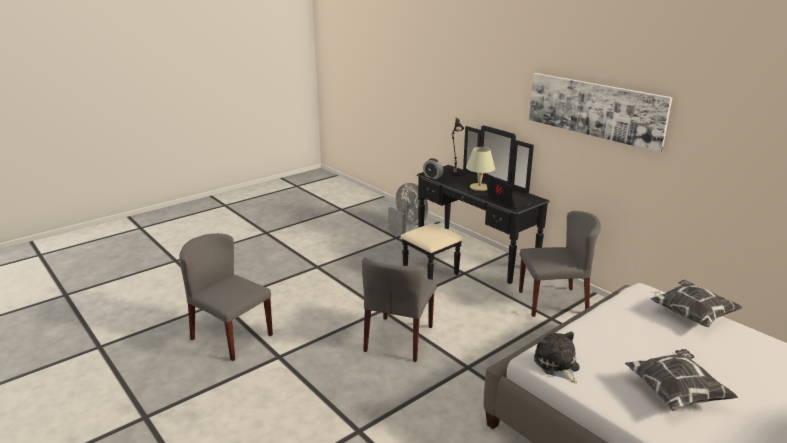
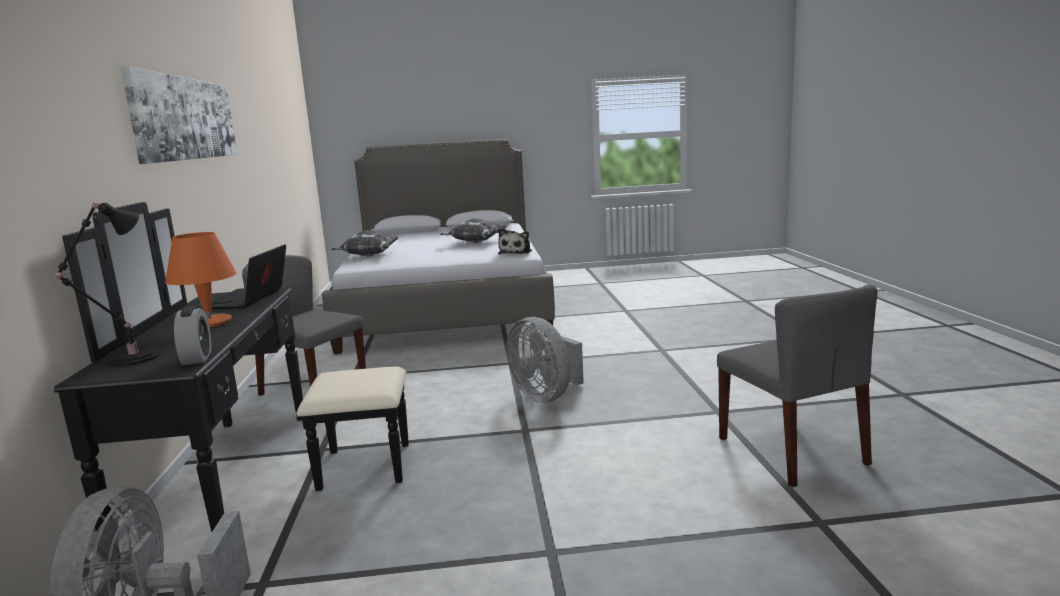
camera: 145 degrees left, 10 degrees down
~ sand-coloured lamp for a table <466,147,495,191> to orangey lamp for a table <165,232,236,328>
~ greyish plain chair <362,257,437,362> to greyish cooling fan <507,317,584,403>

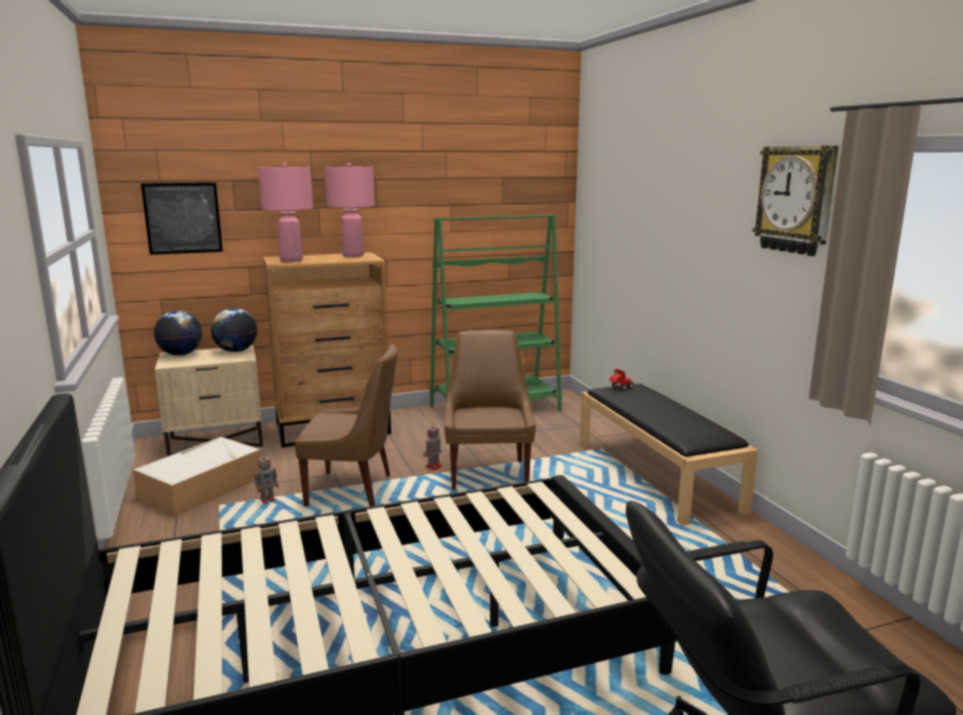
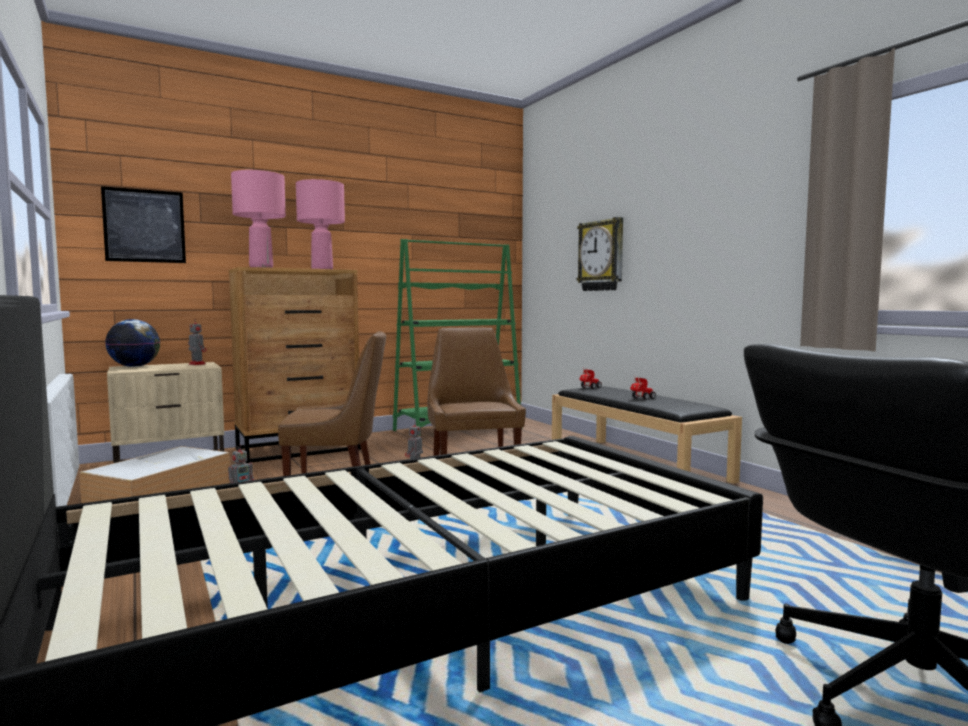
camera: 10 degrees left, 10 degrees down
~ world globe <211,308,257,352> to toy robot <188,319,207,365>
~ clock on the wall <752,146,839,256> to <576,217,623,291>
+ toy car <630,377,656,400>

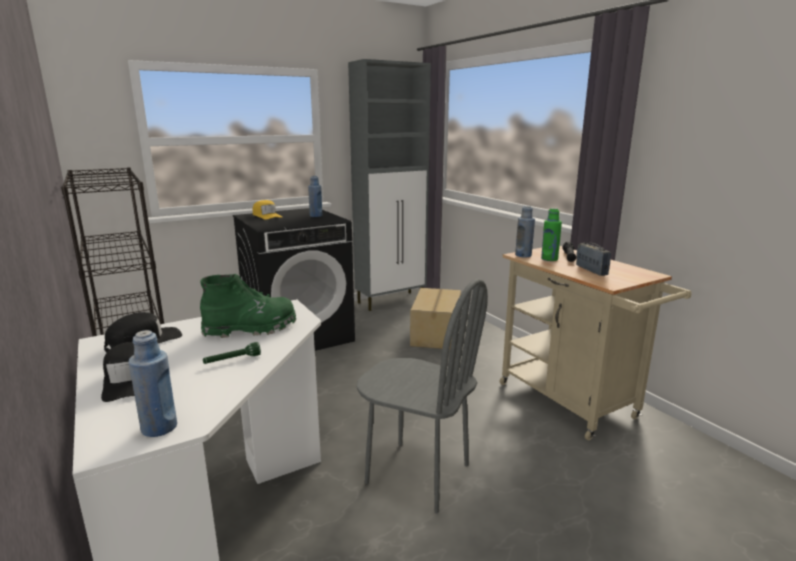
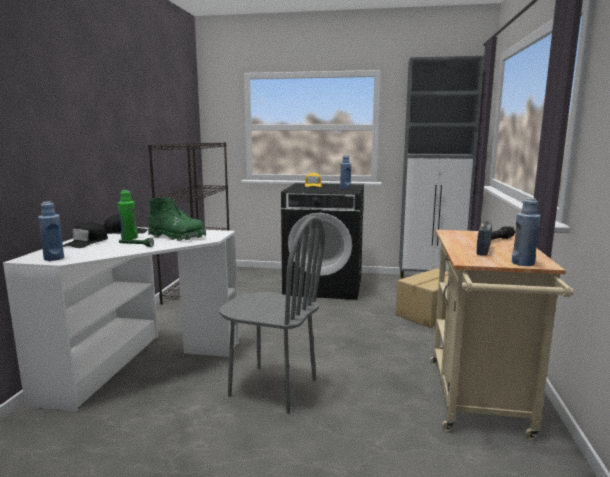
camera: 40 degrees right, 5 degrees down
~ green beverage bottle <541,208,562,261> to <118,190,138,240>
~ greyish plain chair <356,279,488,514> = <220,216,325,414> 45 degrees counterclockwise
~ blue-coloured beverage bottle <515,206,535,257> to <512,198,541,266>

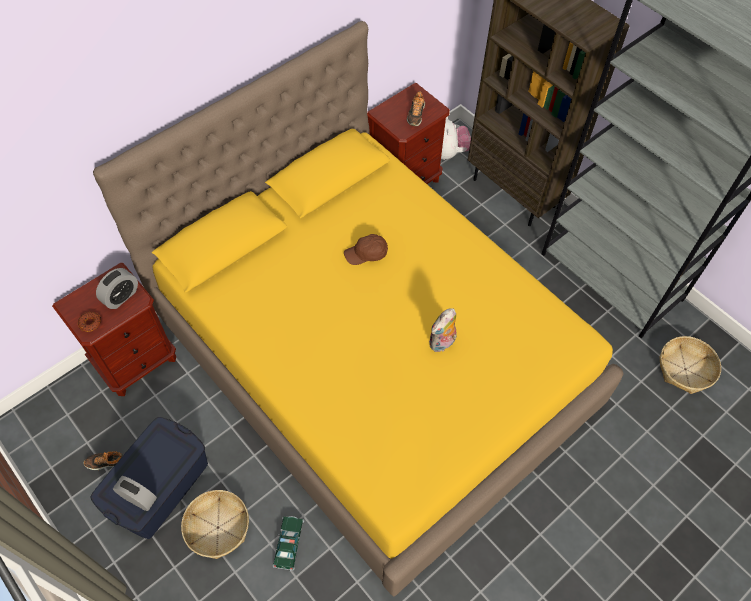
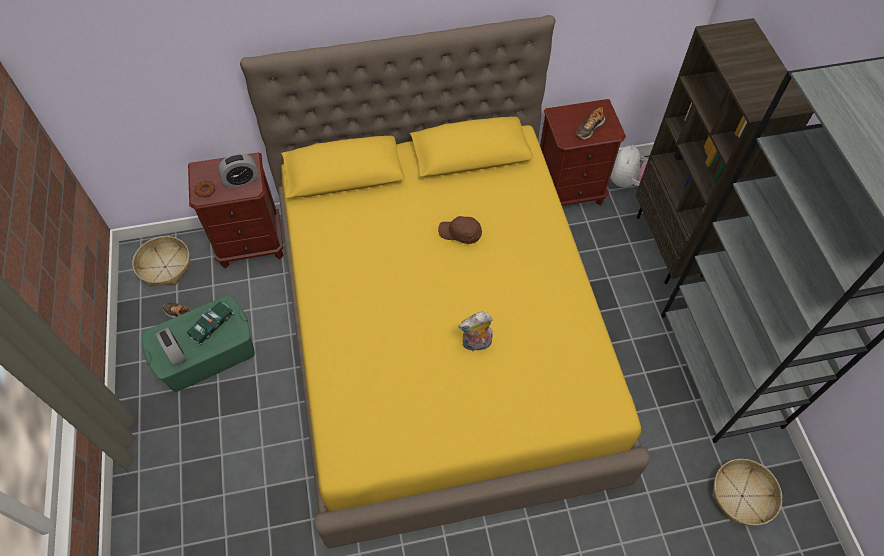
camera: 30 degrees right, 0 degrees up
~ basket <181,490,249,559> to <132,236,191,286>
~ blue-coloured storage box <90,417,208,539> to green storage box <142,295,255,392>
~ toy car <273,516,304,571> to <186,301,234,345>

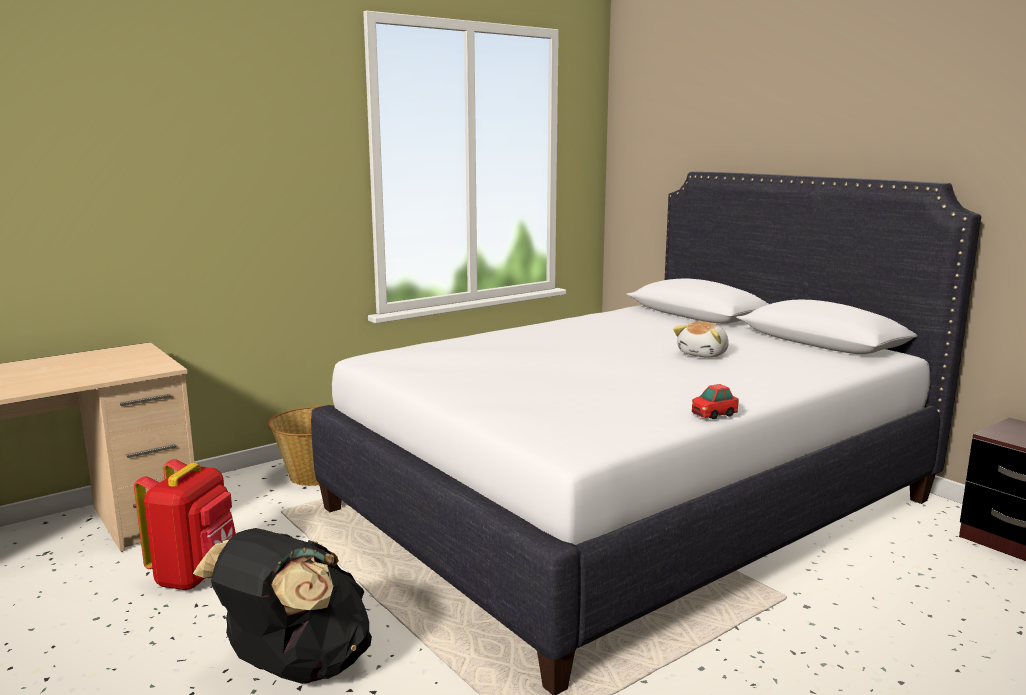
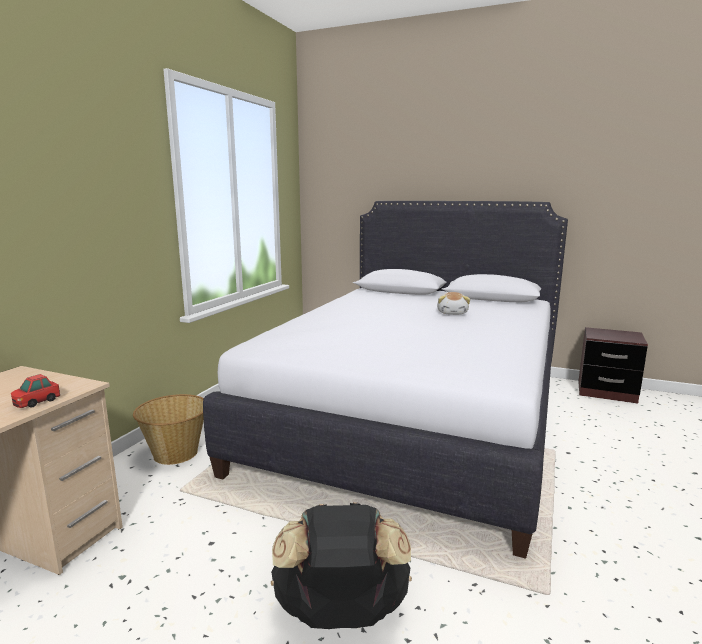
camera: 30 degrees left, 0 degrees up
~ toy car <692,384,739,419> to <11,374,60,408>
- reddish knapsack <134,459,236,590>

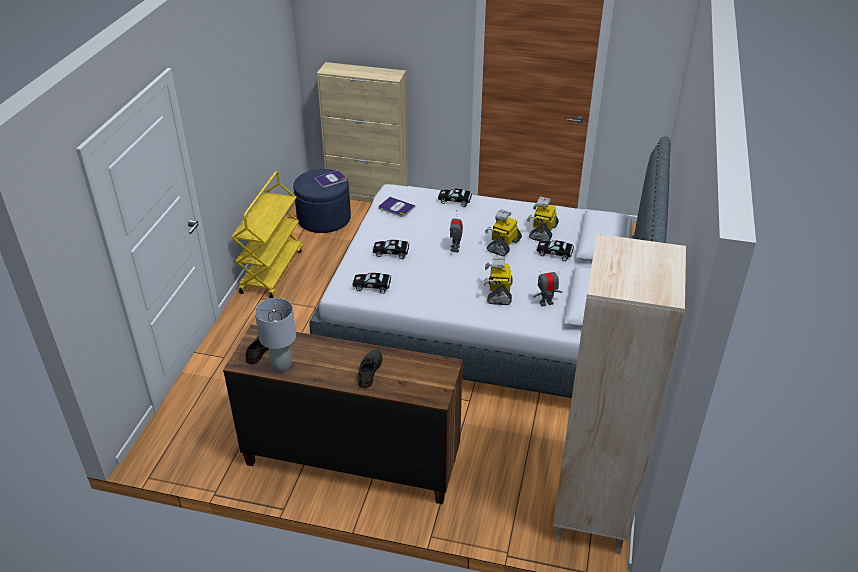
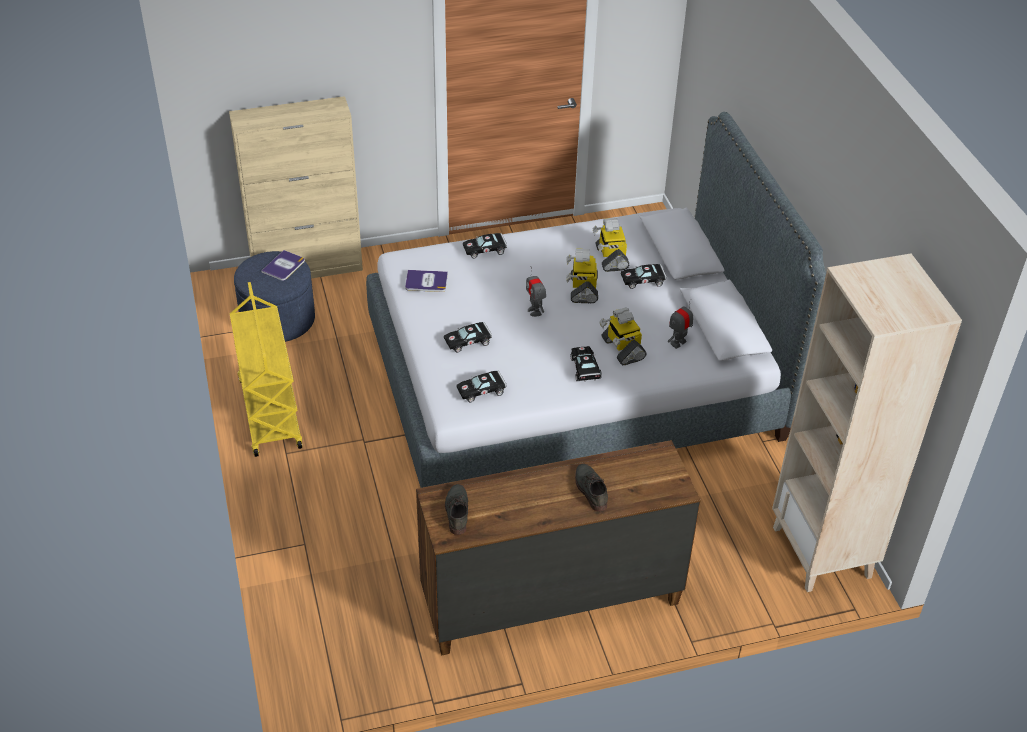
camera: 30 degrees left, 5 degrees up
+ blackish toy car <571,346,602,382>
- greyish lamp for a table <255,298,296,373>

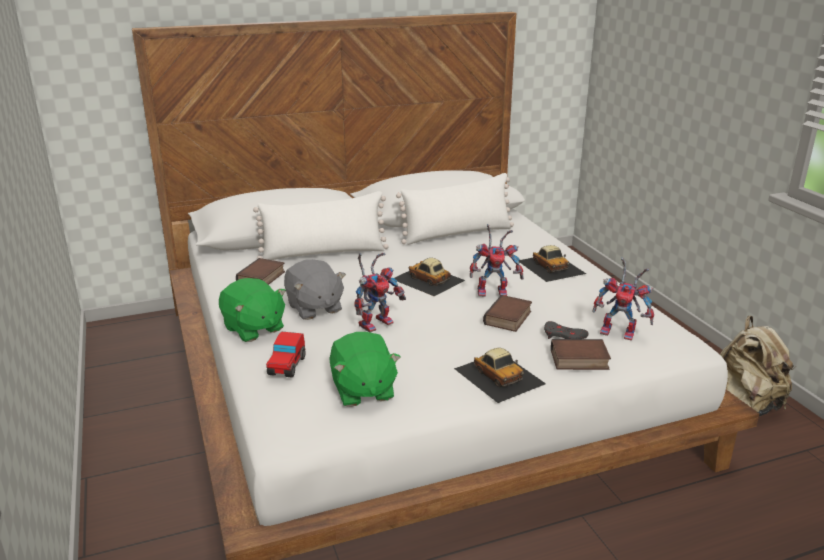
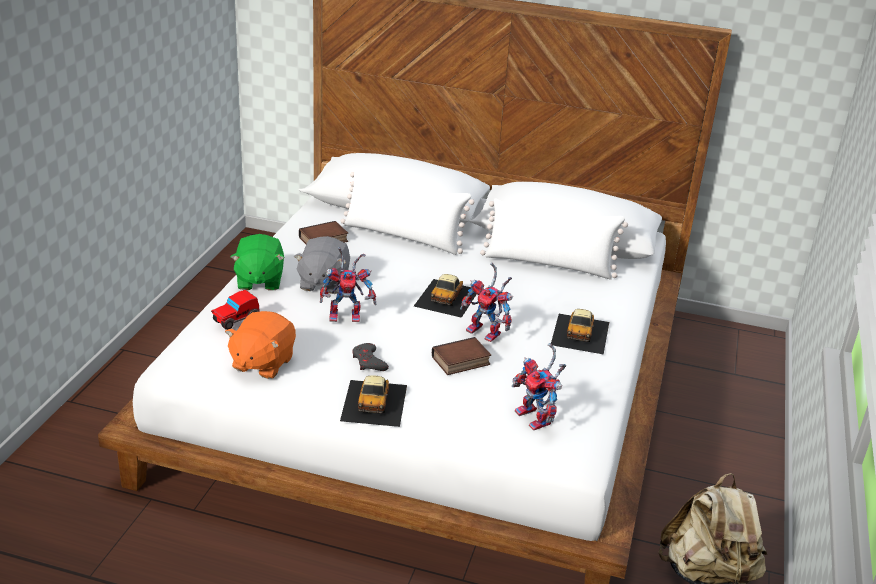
camera: 35 degrees right, 5 degrees up
~ green plush toy <329,332,401,407> to orangey plush toy <225,311,296,379>
~ greyish gamepad <544,321,589,339> to <352,343,389,371>
~ toy car <394,258,465,296> = <414,274,477,318> 150 degrees counterclockwise
- book <551,339,611,370>

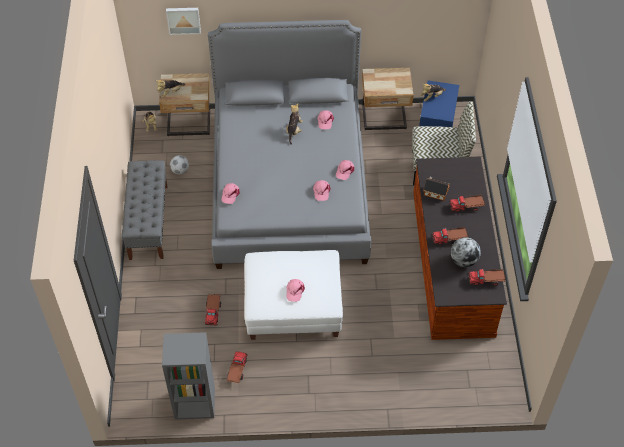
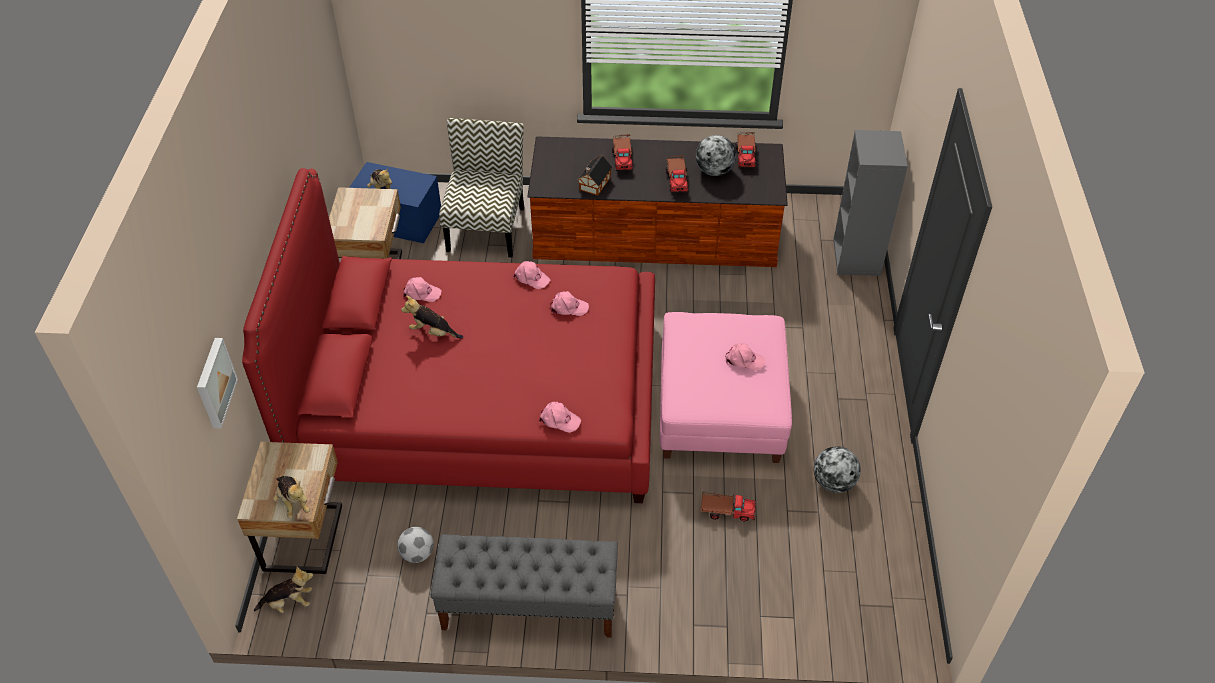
camera: 85 degrees left, 5 degrees down
~ greyish bedroom bed <208,20,371,269> to reddish bedroom bed <242,168,655,503>
~ whitish ottoman <244,250,343,340> to pink-coloured ottoman <660,312,792,463>
~ toy lorry <226,351,248,383> to world globe <814,447,861,493>
~ greyish shelving unit <162,332,215,420> to <833,130,908,276>

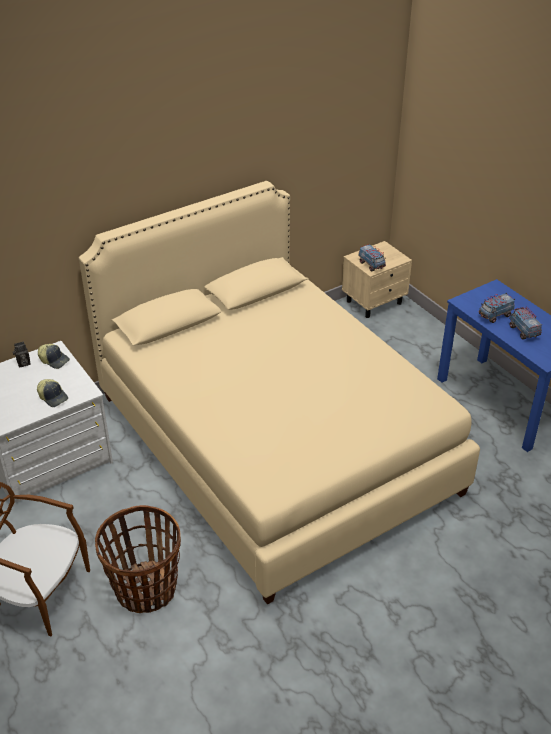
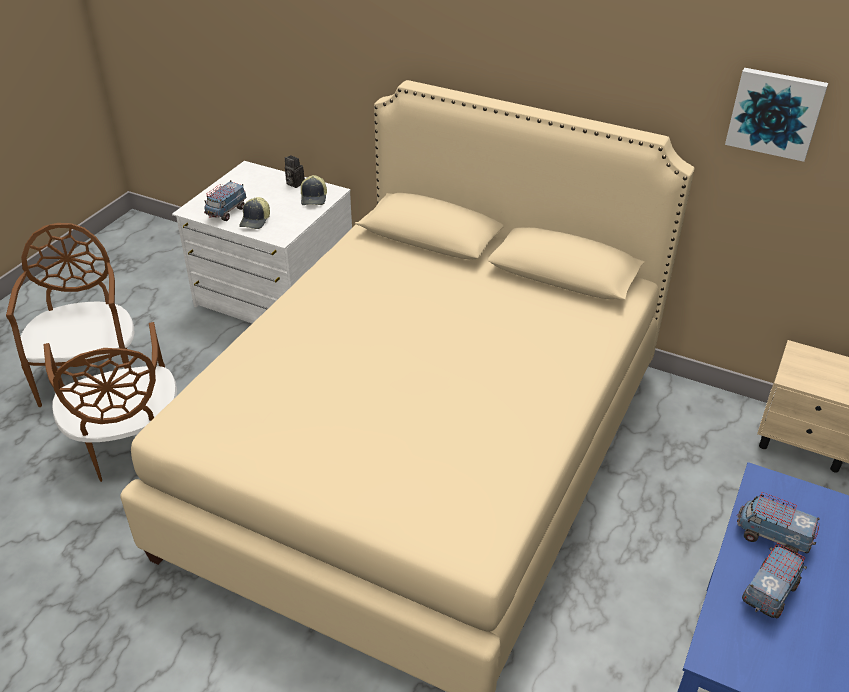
camera: 60 degrees right, 0 degrees up
~ basket <95,505,181,613> to brownish plain chair <44,322,177,482>
~ toy lorry <358,244,386,271> to <204,180,247,221>
+ picture <725,68,828,162>

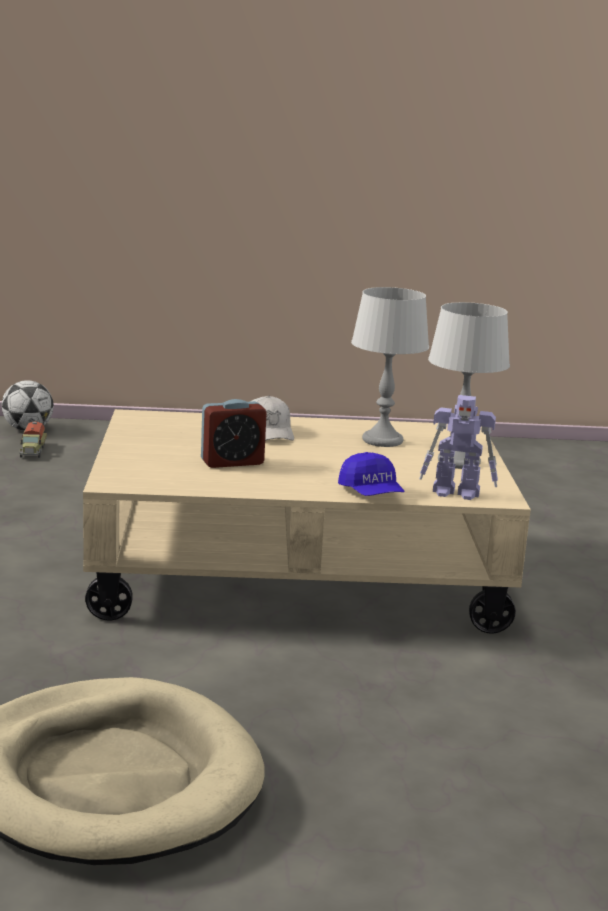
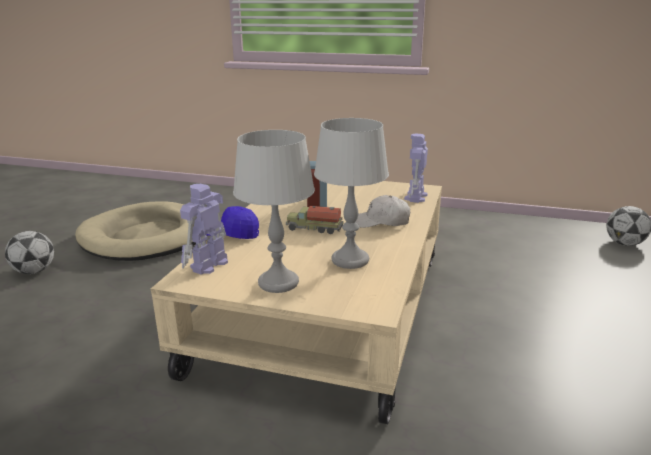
camera: 110 degrees right, 5 degrees up
+ football ball <5,231,54,274>
~ toy lorry <19,421,47,458> to <286,206,344,234>
+ toy robot <404,134,428,203>

